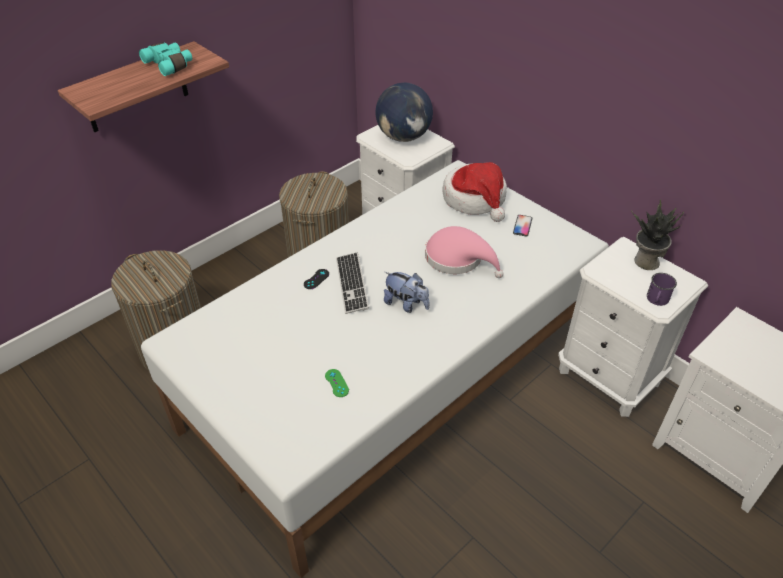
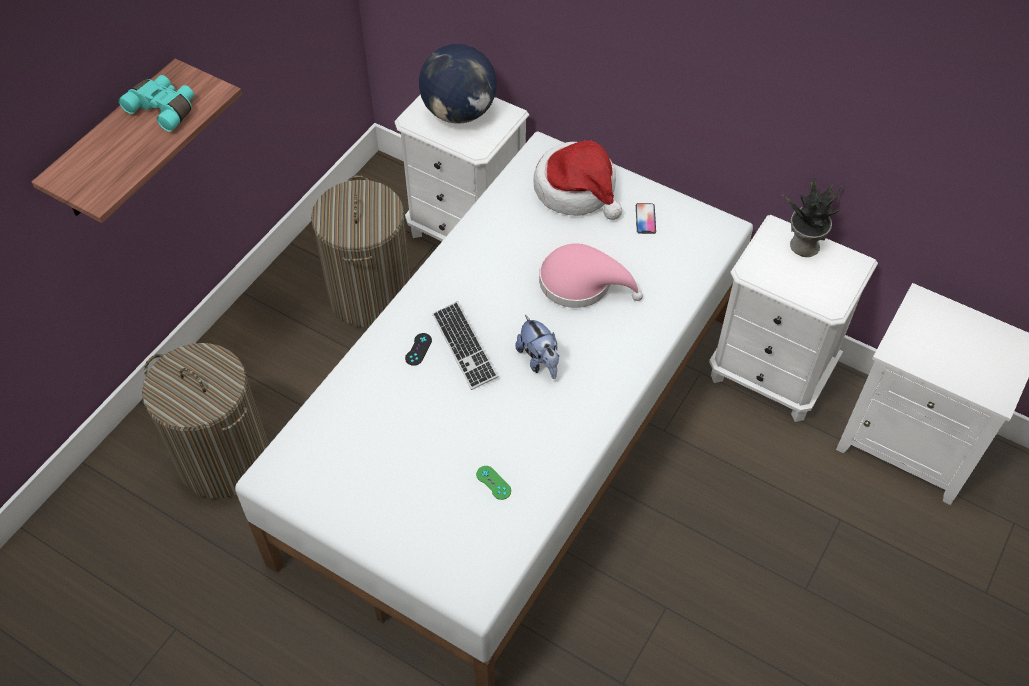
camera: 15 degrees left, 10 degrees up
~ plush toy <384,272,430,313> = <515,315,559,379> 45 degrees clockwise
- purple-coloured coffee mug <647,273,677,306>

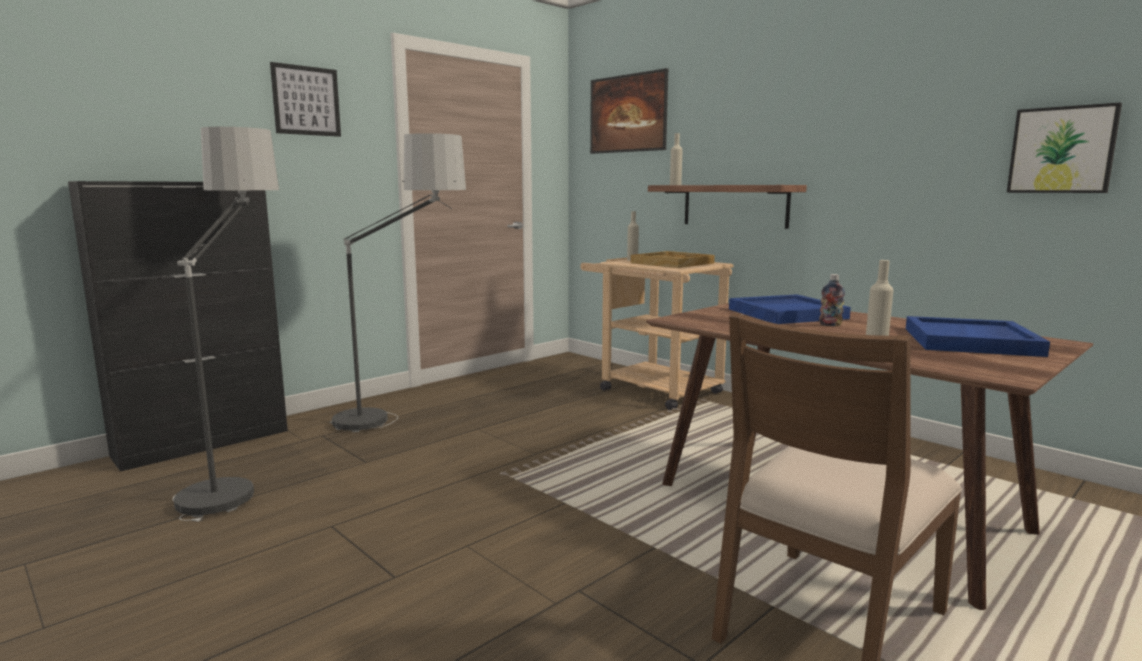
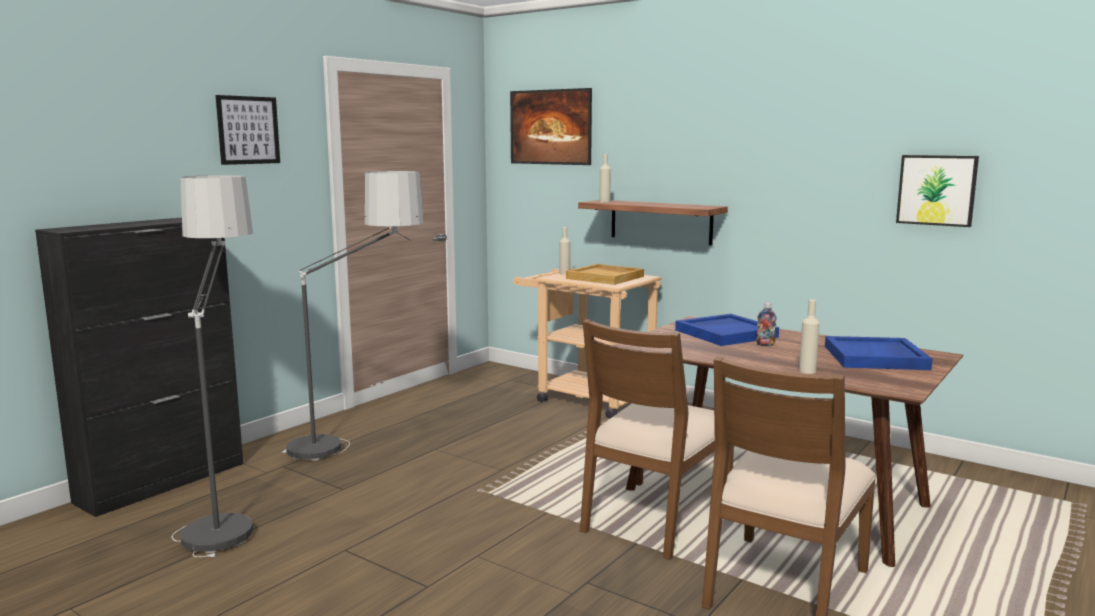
camera: 10 degrees left, 0 degrees up
+ brownish plain chair <580,319,734,560>

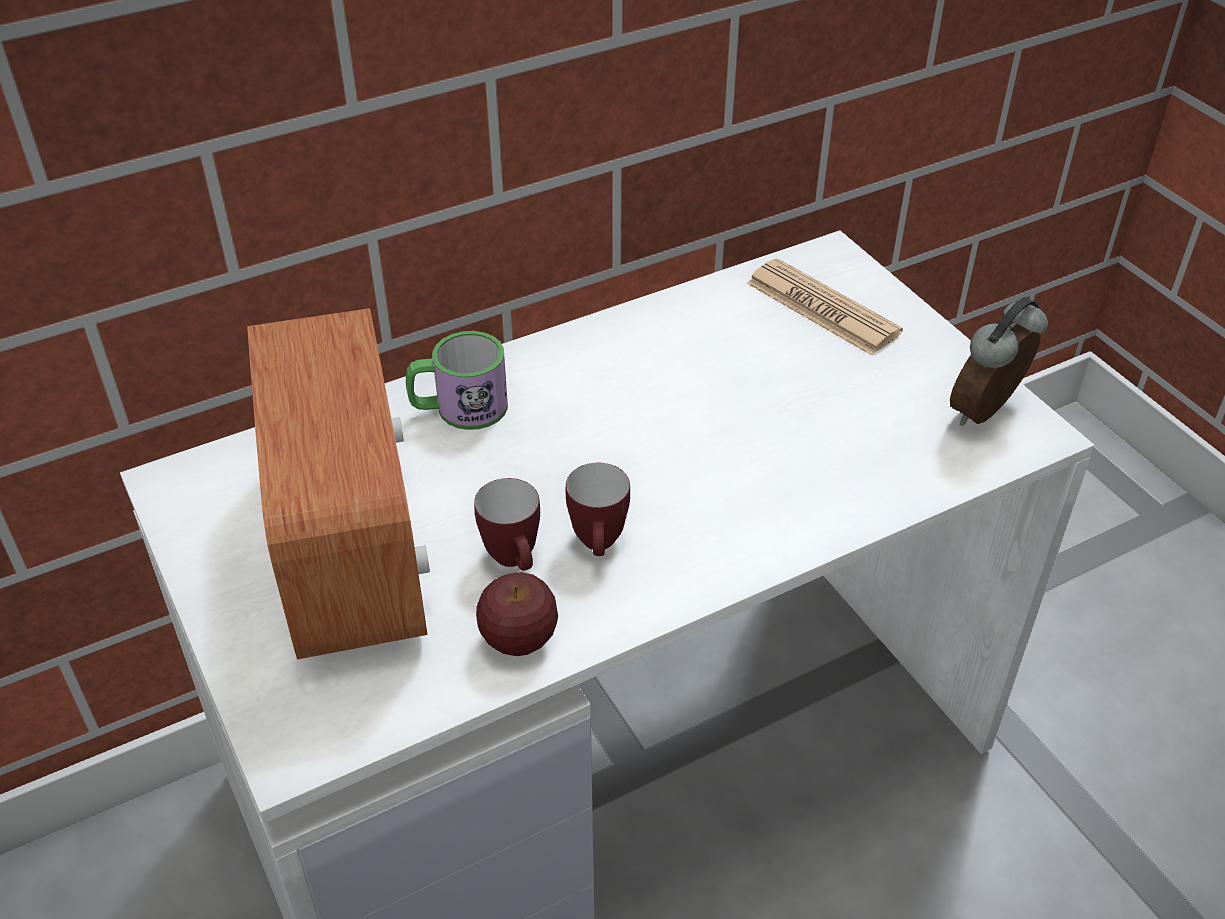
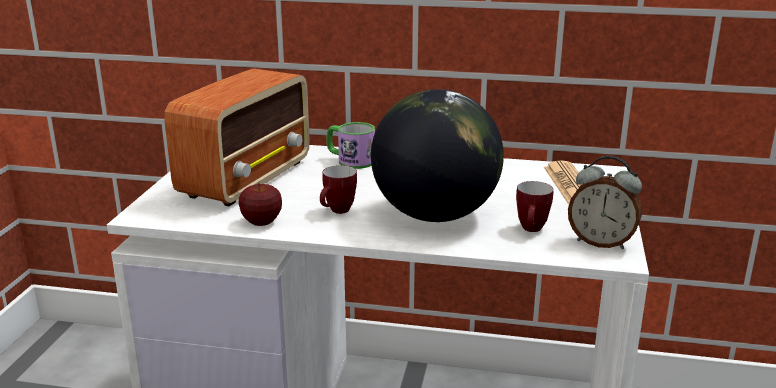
camera: 40 degrees right, 20 degrees down
+ world globe <371,89,504,222>
~ coffee mug <474,478,540,570> to <516,181,554,232>
~ table clock <950,297,1048,426> = <568,156,642,249> 150 degrees counterclockwise

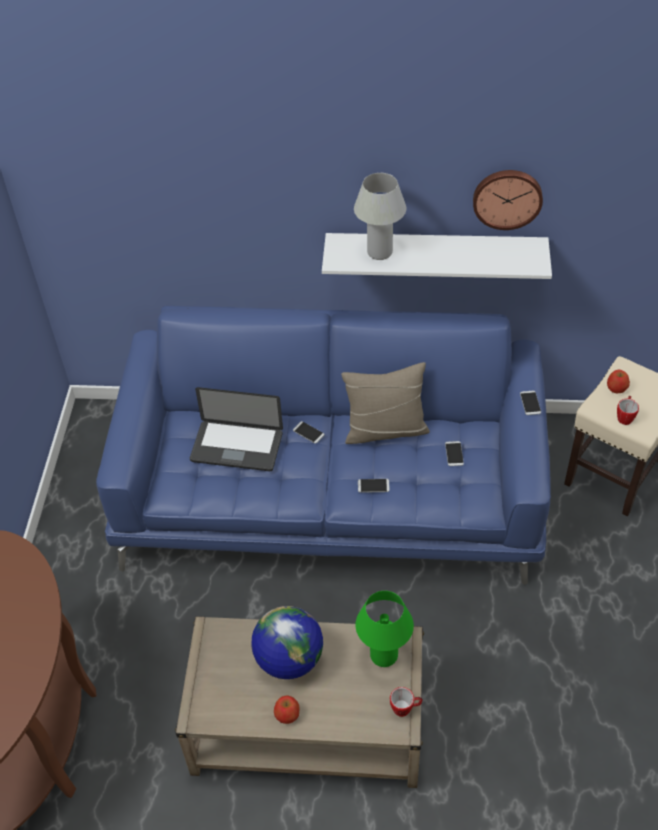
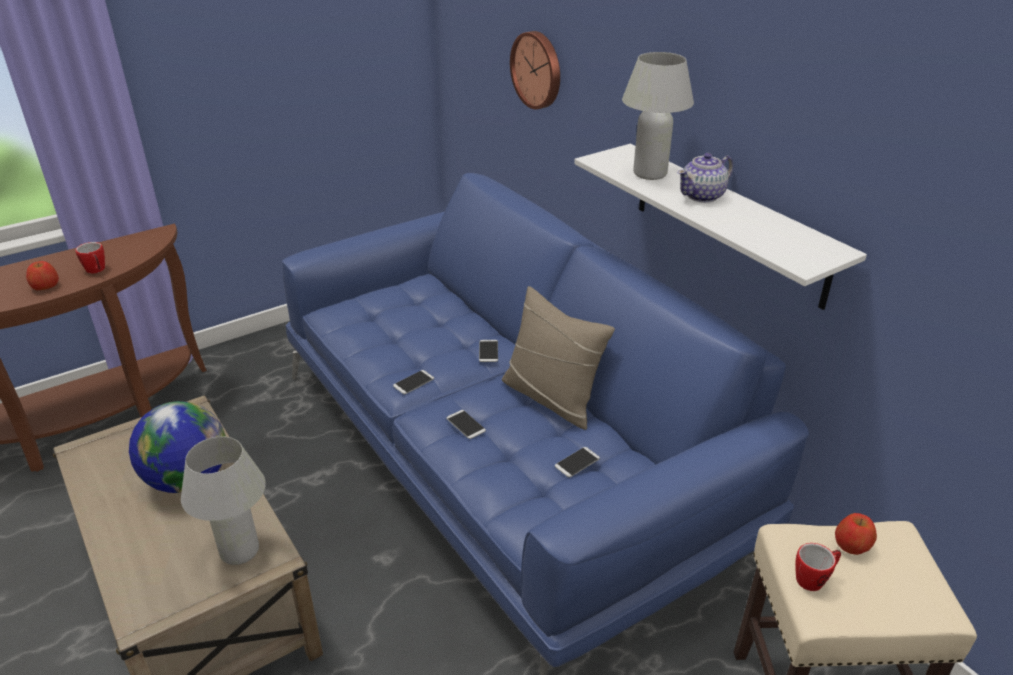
camera: 50 degrees right, 15 degrees down
~ apple <274,696,299,724> to <26,261,59,290>
~ coffee mug <390,687,423,717> to <76,242,105,274>
~ green lamp for a table <356,591,414,667> to whitish lamp for a table <181,436,266,565>
~ handset <520,391,541,415> to <393,370,434,394>
~ clock on the wall <473,170,543,230> to <510,31,560,109>
+ tea pot <677,153,733,203>
- portable computer <190,387,283,471>

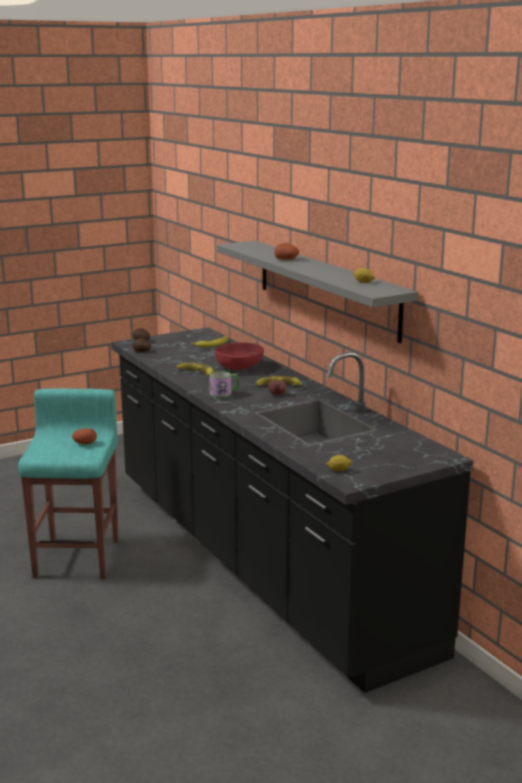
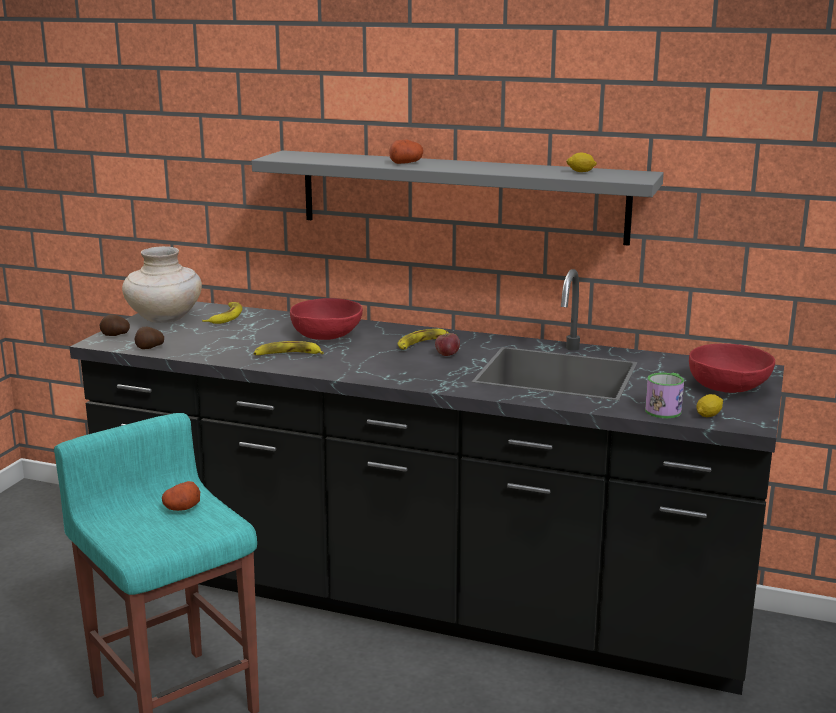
camera: 40 degrees left, 0 degrees up
+ sand-coloured flower vase <122,246,202,323>
~ coffee mug <209,371,240,398> to <645,373,684,418>
+ reddish deep dish <689,344,775,393>

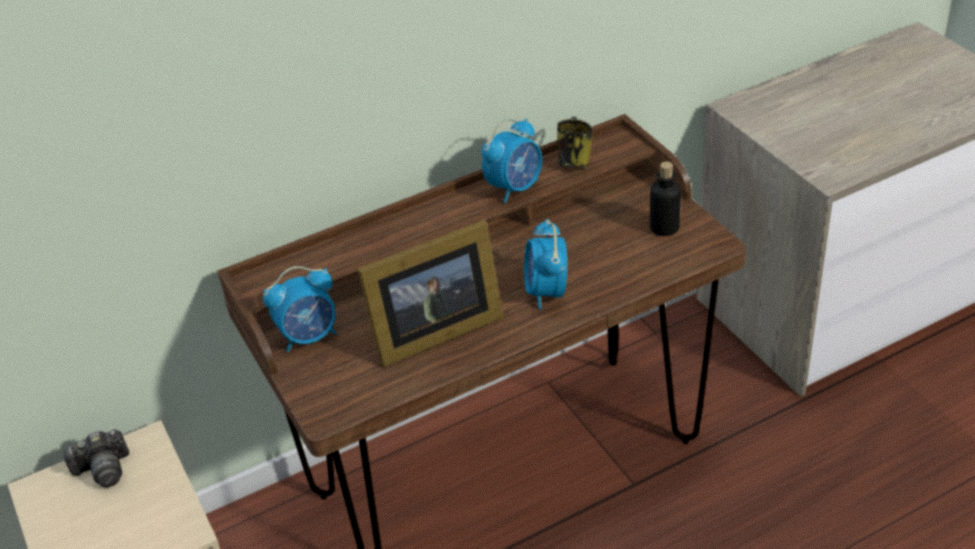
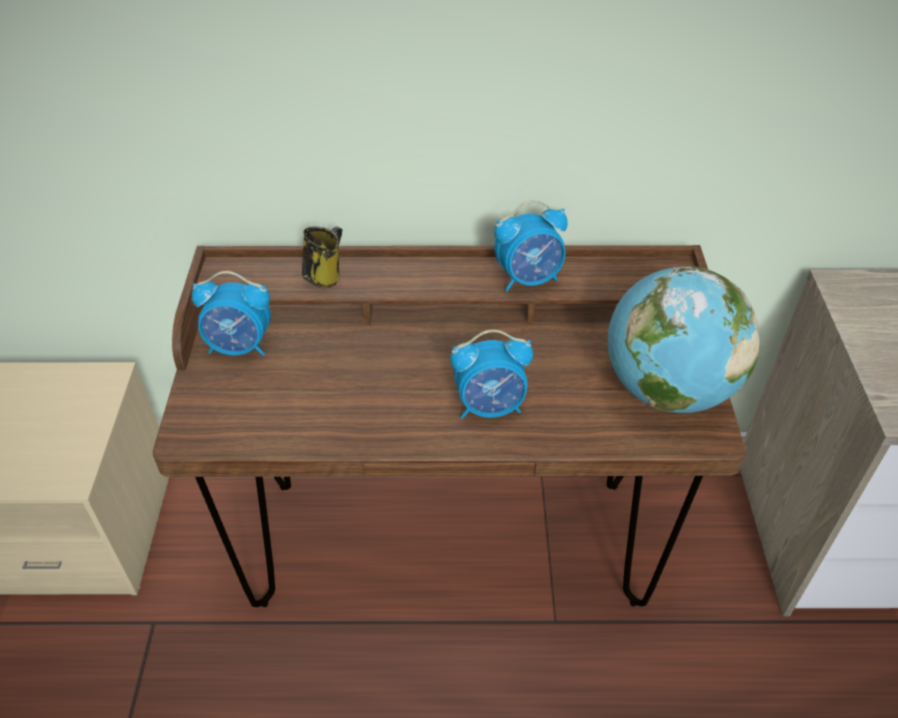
camera: 25 degrees right, 5 degrees up
~ coffee mug <557,116,593,169> to <302,226,342,288>
~ table clock <524,219,568,310> = <450,329,533,419> 120 degrees counterclockwise
~ beverage bottle <650,162,681,236> to world globe <608,266,760,413>
- still camera <62,429,129,487>
- picture frame <357,219,504,367>

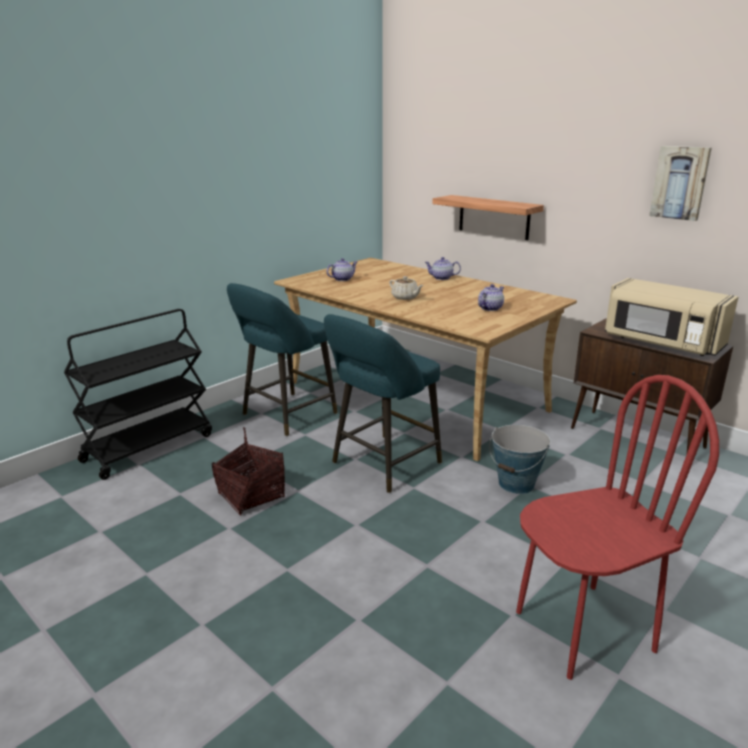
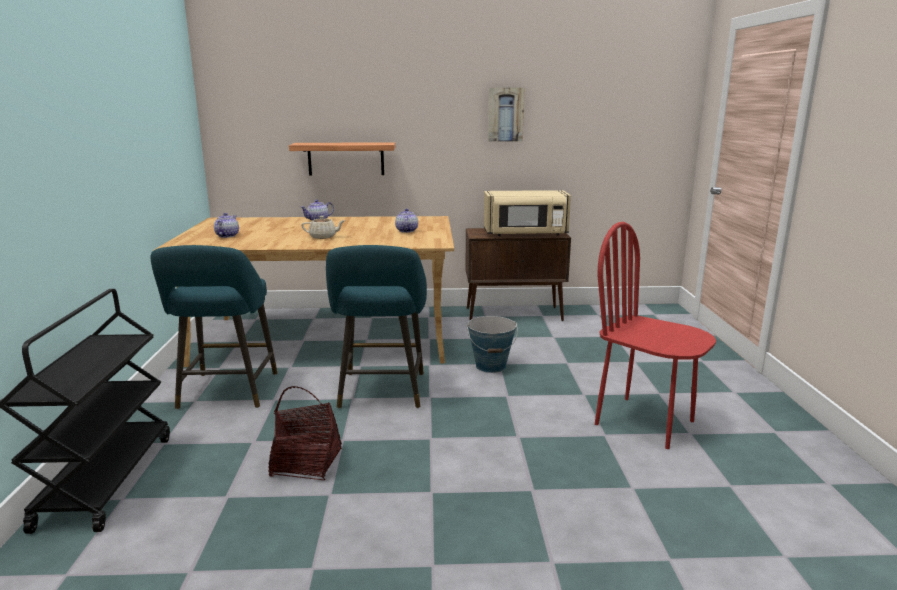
camera: 45 degrees left, 5 degrees down
~ reddish plain chair <516,375,719,680> = <595,222,716,449> 75 degrees counterclockwise

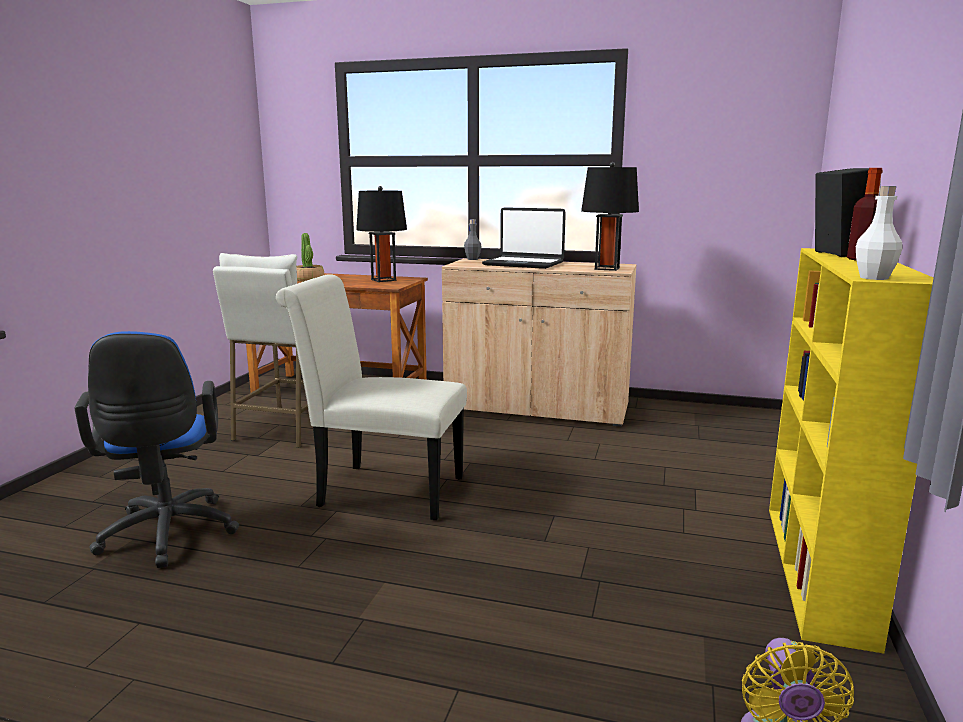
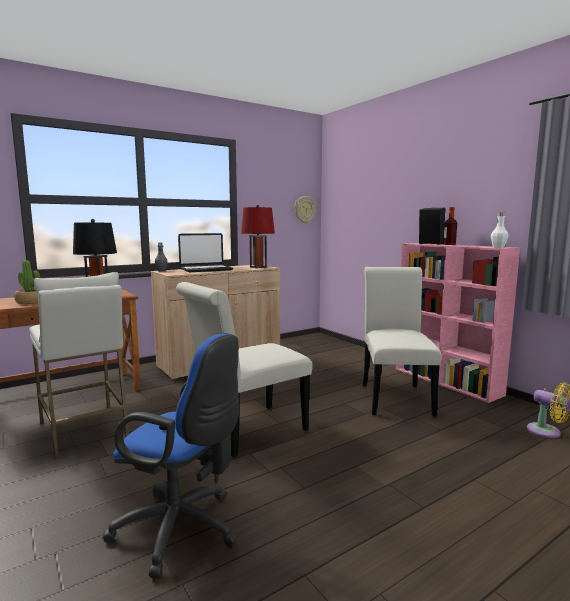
camera: 50 degrees left, 5 degrees down
~ blackish lamp for a table <581,162,639,271> to reddish lamp for a table <241,205,275,268>
+ clock on the wall <295,196,316,223>
+ whitish plain chair <363,267,441,416>
~ yellow shelving unit <769,248,933,654> to pink-coloured shelving unit <396,243,520,403>

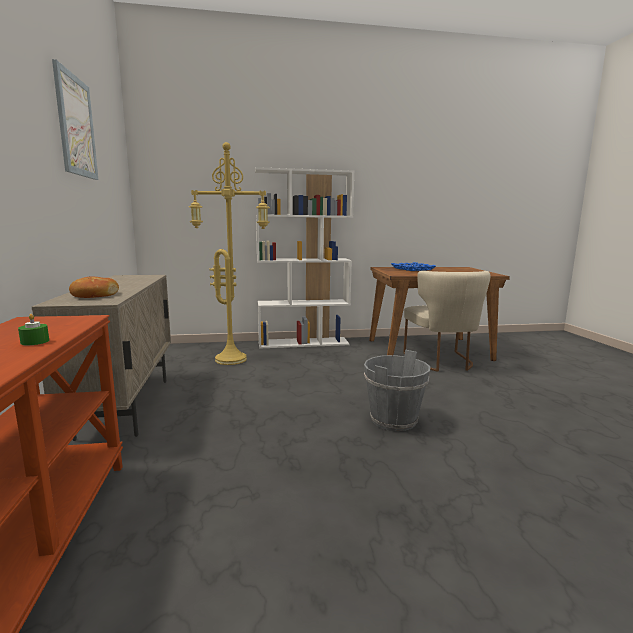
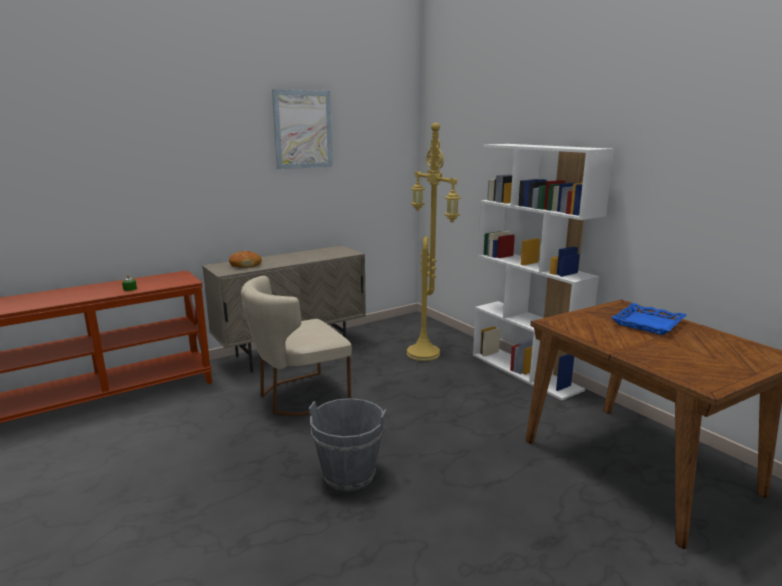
camera: 65 degrees right, 5 degrees up
~ sand-coloured plain chair <403,271,490,372> to <241,276,352,416>

